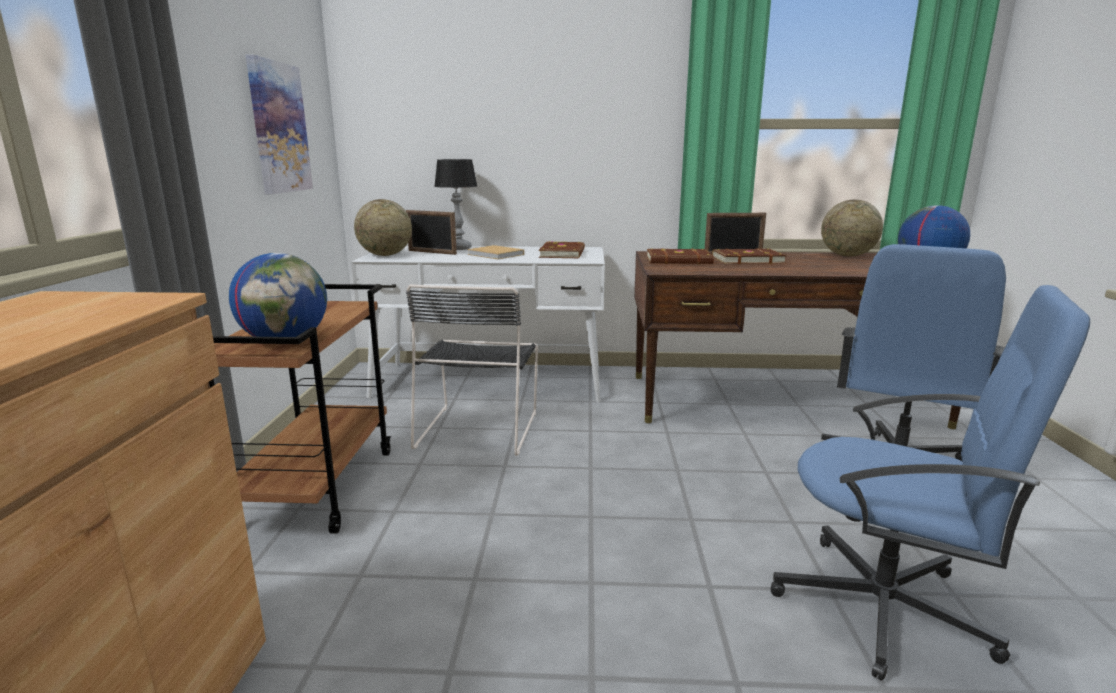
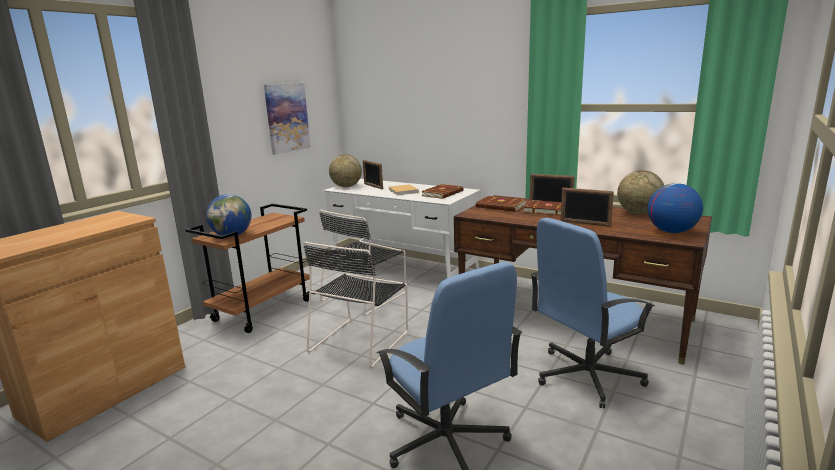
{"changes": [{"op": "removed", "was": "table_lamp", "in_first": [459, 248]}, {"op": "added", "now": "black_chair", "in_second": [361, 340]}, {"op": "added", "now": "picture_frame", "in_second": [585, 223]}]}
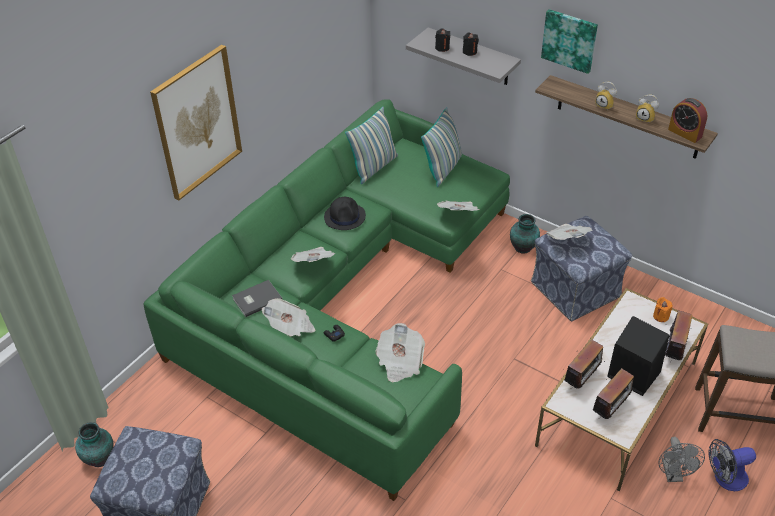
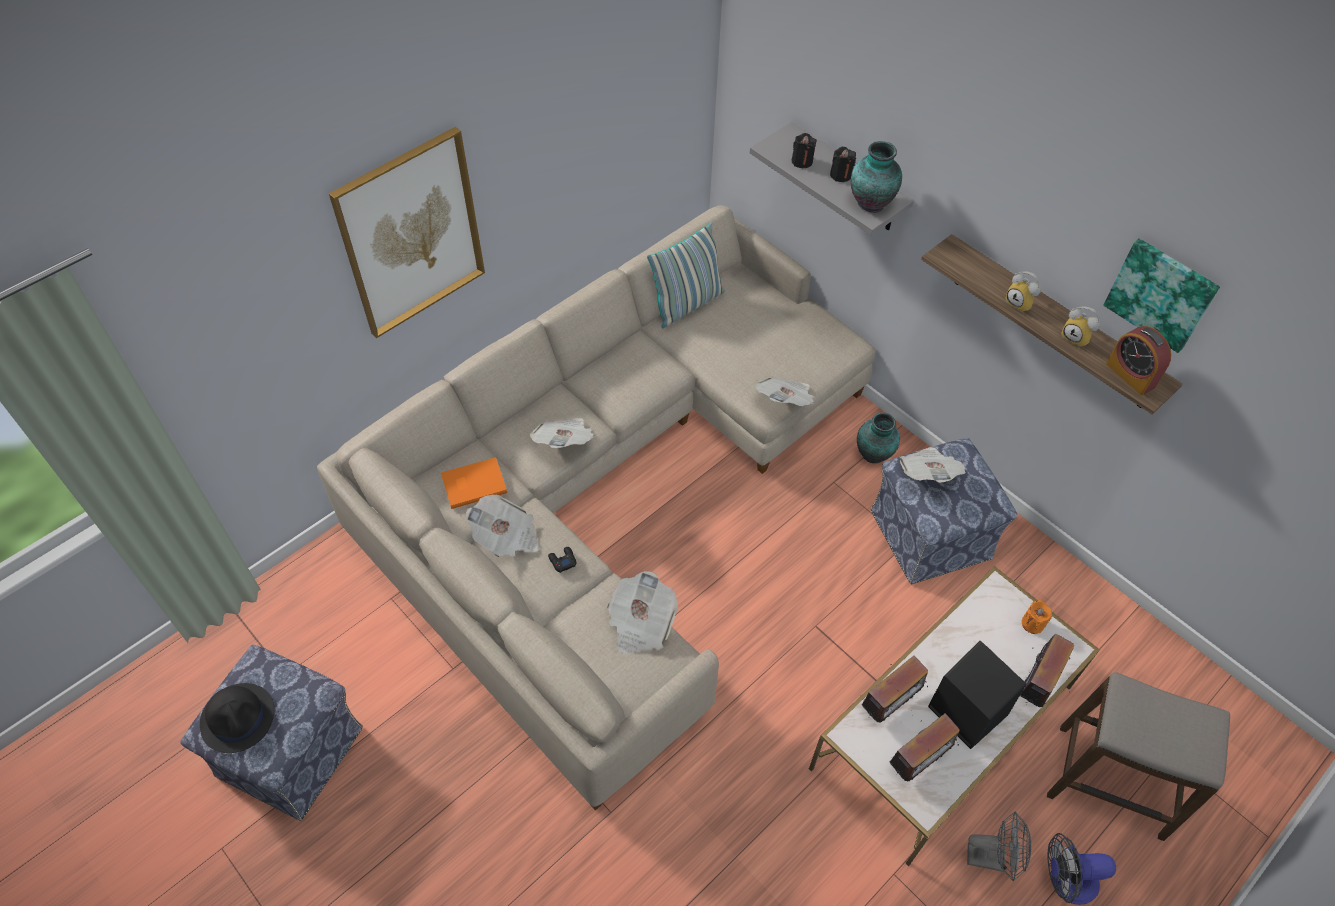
{"changes": [{"op": "removed", "was": "pillow", "in_first": [443, 169]}, {"op": "moved", "was": "vase", "in_first": [99, 458], "in_second": [871, 202]}, {"op": "moved", "was": "black_hat", "in_first": [345, 216], "in_second": [238, 718]}, {"op": "moved", "was": "picture", "in_first": [569, 40], "in_second": [1161, 294]}, {"op": "recoloured", "was": "green_sofa", "now": "beige_sofa", "in_first": [345, 299], "in_second": [609, 487]}, {"op": "recoloured", "was": "grey_book", "now": "orange_book", "in_first": [256, 299], "in_second": [473, 483]}, {"op": "turned", "was": "grey_fan", "in_first": [673, 475], "in_second": [992, 858], "clockwise": -90}]}
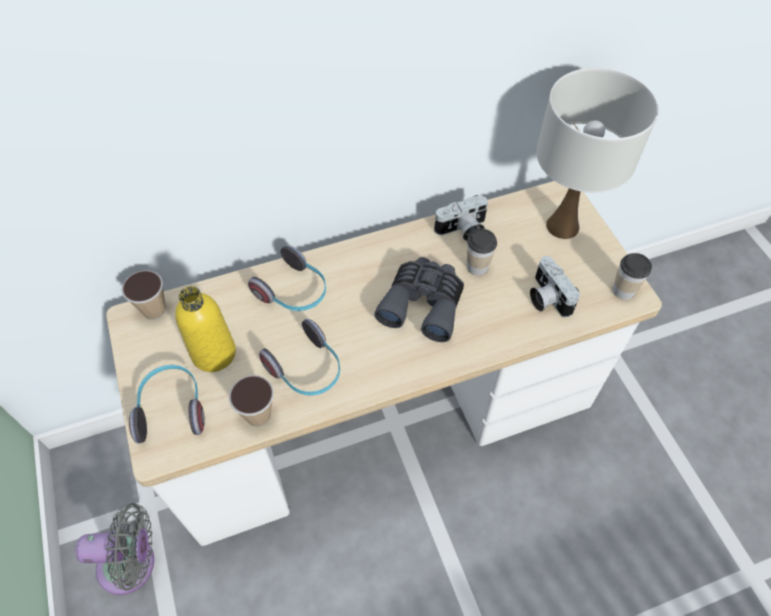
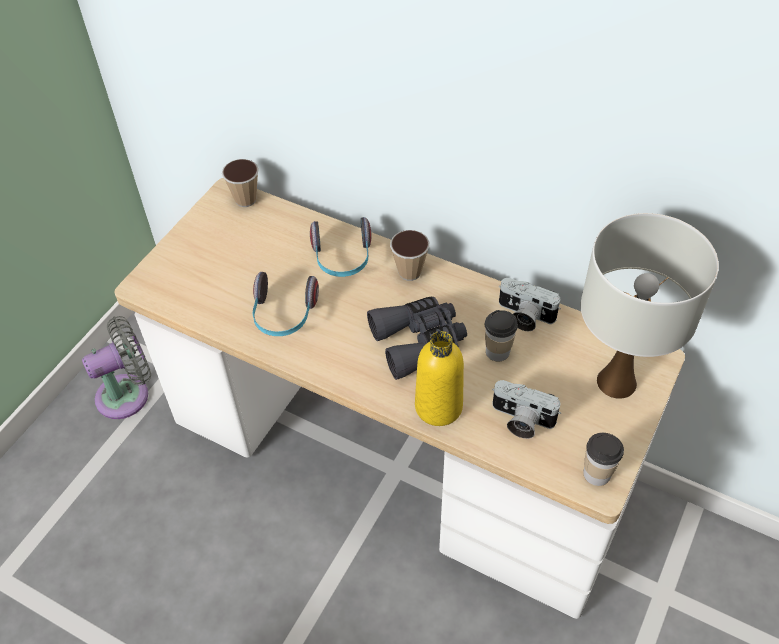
{"changes": [{"op": "removed", "was": "headphones", "in_first": [172, 408]}, {"op": "moved", "was": "yellow_bottle", "in_first": [214, 353], "in_second": [438, 407]}, {"op": "moved", "was": "cup", "in_first": [258, 415], "in_second": [409, 272]}, {"op": "turned", "was": "grey_fan", "in_first": [133, 564], "in_second": [128, 394], "clockwise": -75}, {"op": "turned", "was": "photo_camera", "in_first": [546, 297], "in_second": [521, 420], "clockwise": -90}]}
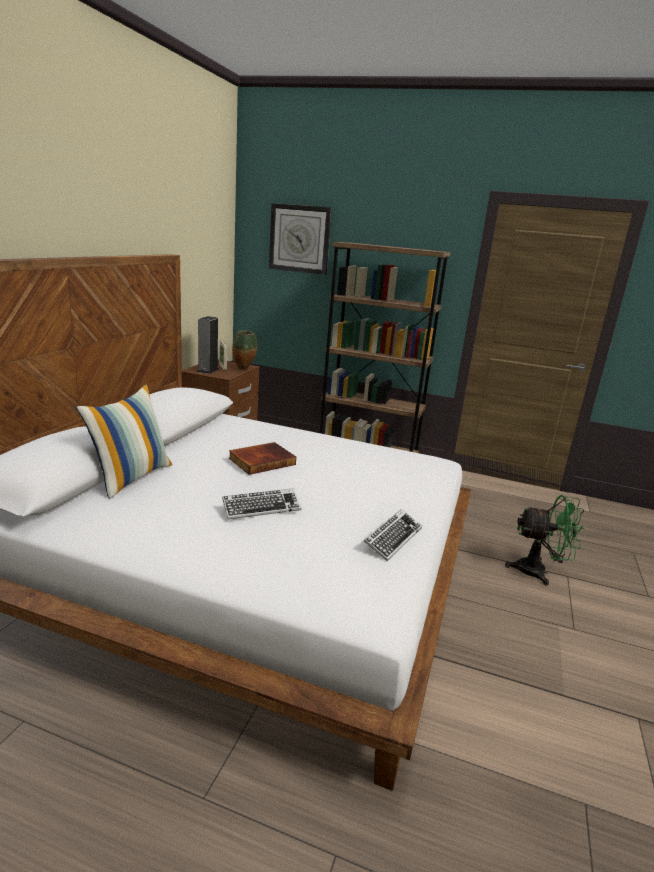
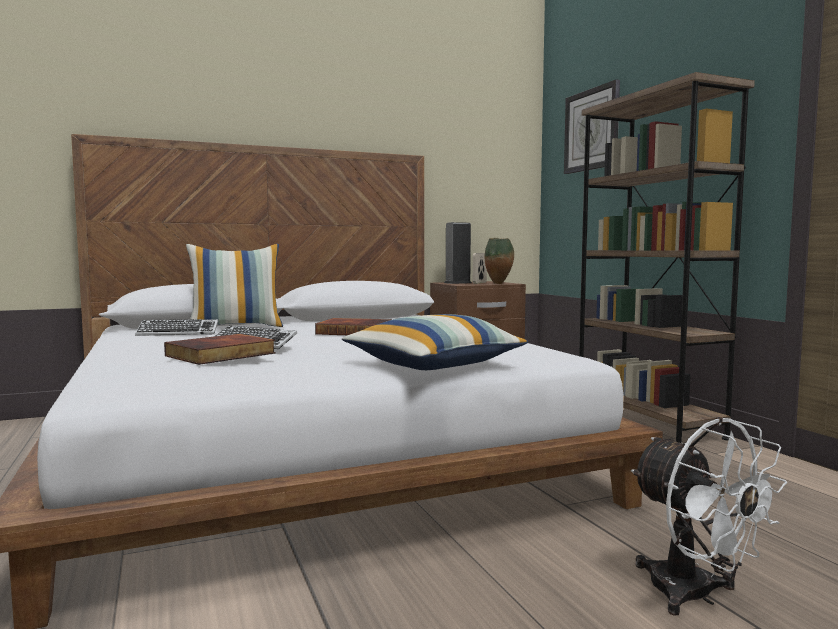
{"changes": [{"op": "added", "now": "book", "in_second": [221, 355]}, {"op": "added", "now": "pillow", "in_second": [433, 365]}, {"op": "moved", "was": "keyboard", "in_first": [393, 538], "in_second": [178, 333]}, {"op": "recoloured", "was": "green_fan", "now": "white_fan", "in_first": [539, 572], "in_second": [696, 596]}]}
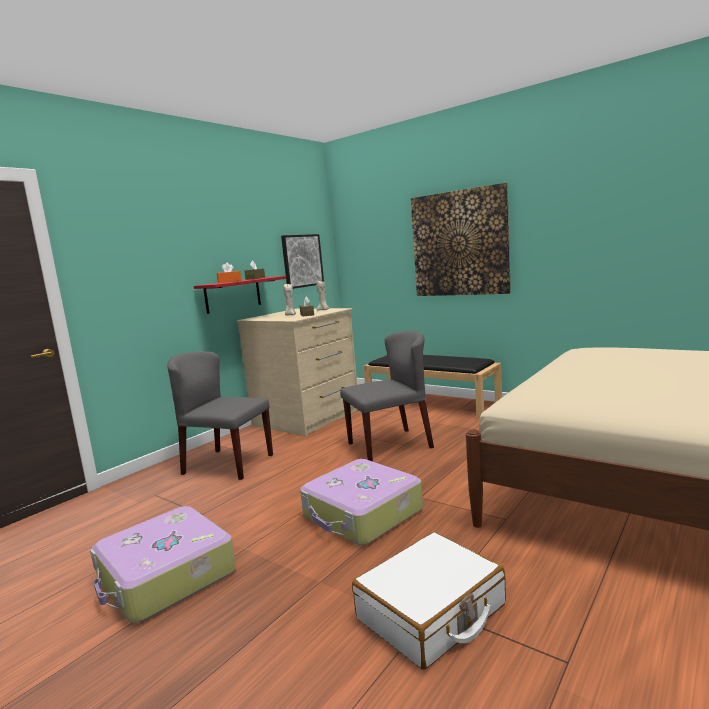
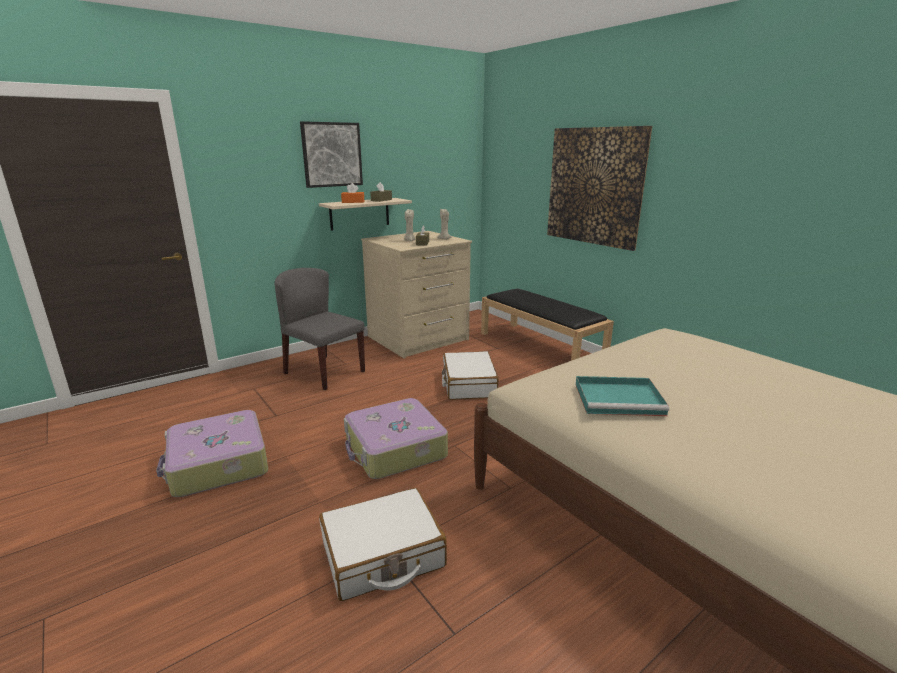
{"changes": [{"op": "added", "now": "turquoise_tray", "in_second": [620, 399]}, {"op": "moved", "was": "picture", "in_first": [302, 261], "in_second": [332, 154]}, {"op": "replaced", "was": "grey_chair", "now": "white_suitcase", "in_first": [390, 445], "in_second": [468, 384]}, {"op": "recoloured", "was": "red_shelf", "now": "beige_shelf", "in_first": [233, 295], "in_second": [359, 213]}]}
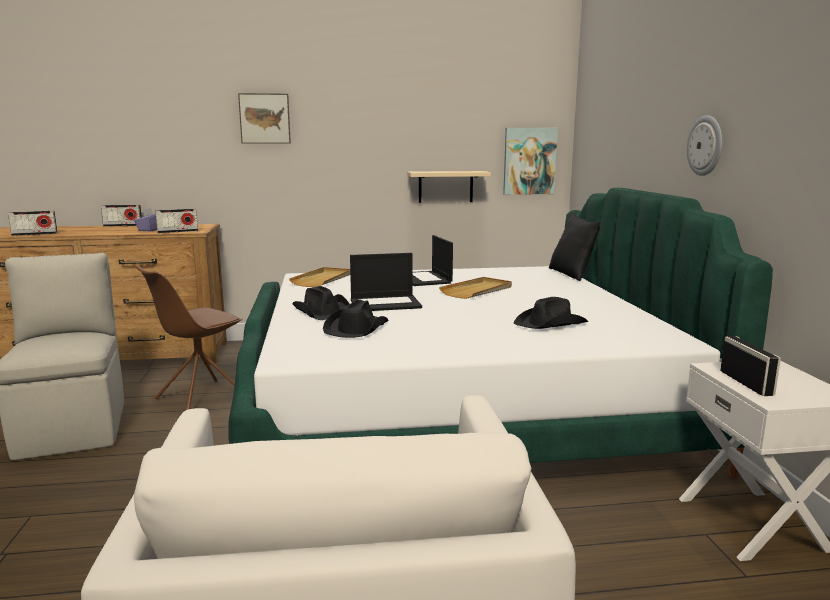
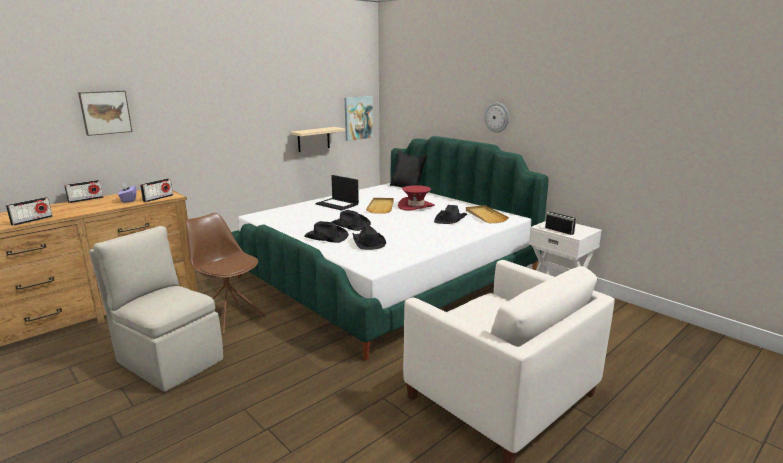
{"changes": [{"op": "added", "now": "red_hat", "in_second": [416, 206]}, {"op": "moved", "was": "picture", "in_first": [265, 118], "in_second": [105, 112]}, {"op": "moved", "was": "beige_tray", "in_first": [323, 279], "in_second": [485, 216]}, {"op": "replaced", "was": "laptop", "now": "black_hat", "in_first": [386, 303], "in_second": [350, 225]}, {"op": "turned", "was": "brown_chair", "in_first": [200, 399], "in_second": [229, 316], "clockwise": 120}]}
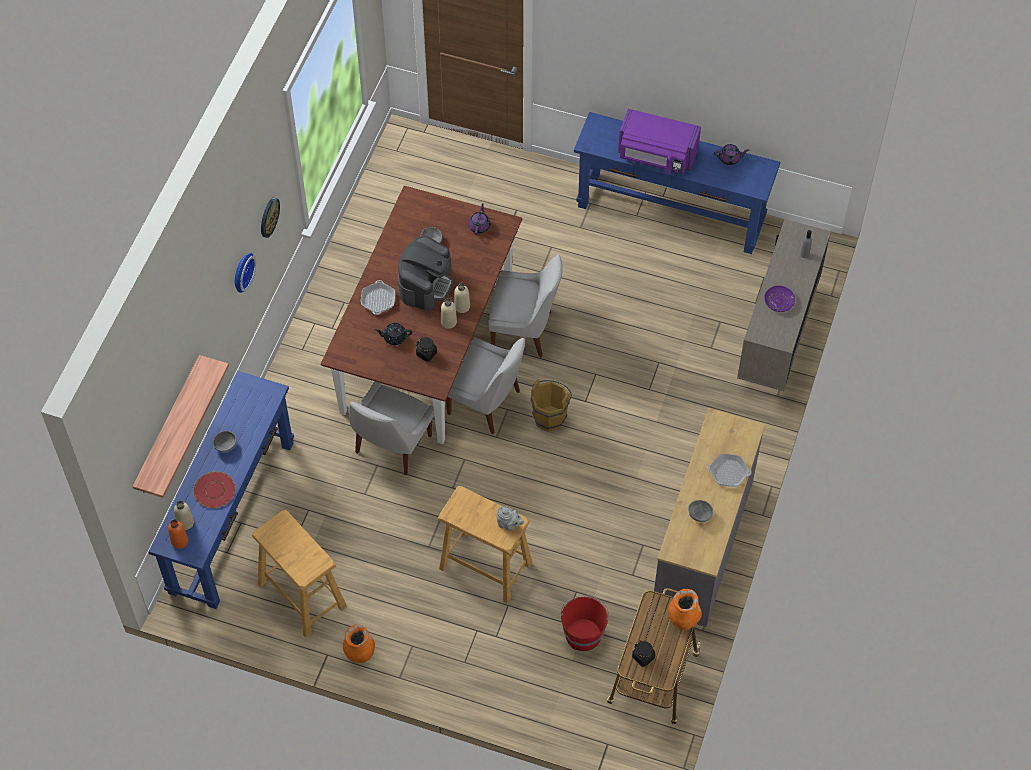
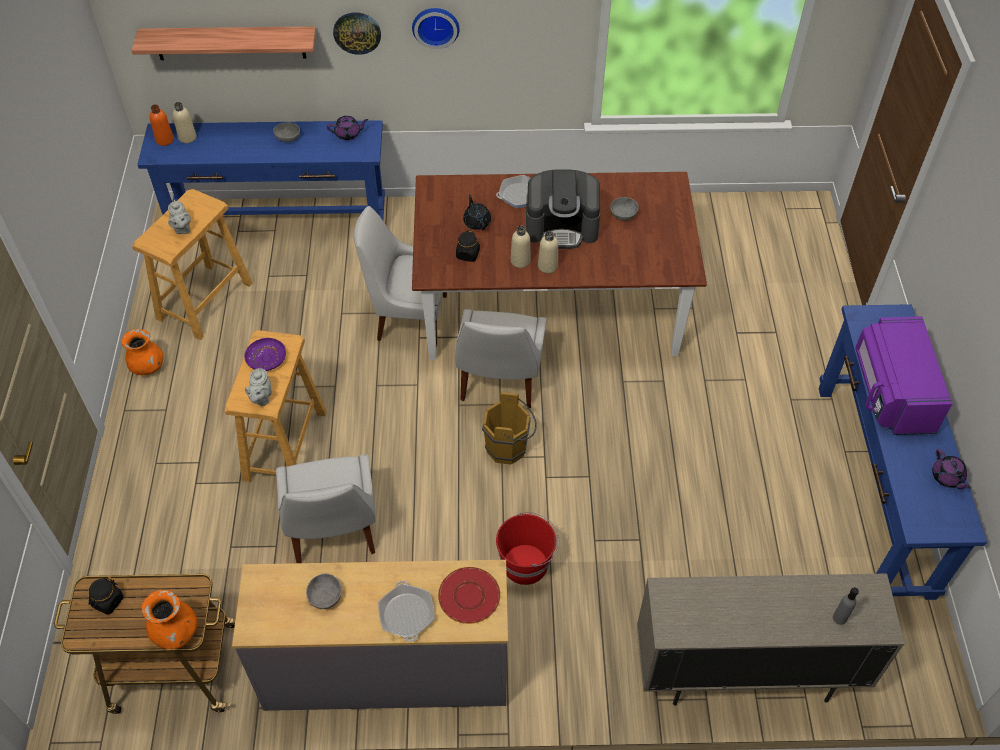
{"changes": [{"op": "added", "now": "grey_teapot", "in_second": [182, 229]}, {"op": "moved", "was": "red_plate", "in_first": [215, 490], "in_second": [469, 596]}, {"op": "moved", "was": "wall_clock", "in_first": [269, 217], "in_second": [357, 32]}, {"op": "moved", "was": "purple_teapot", "in_first": [479, 226], "in_second": [348, 134]}, {"op": "moved", "was": "white_chair", "in_first": [524, 331], "in_second": [333, 533]}, {"op": "moved", "was": "red_bucket", "in_first": [583, 634], "in_second": [526, 563]}, {"op": "moved", "was": "purple_plate", "in_first": [779, 301], "in_second": [266, 358]}]}
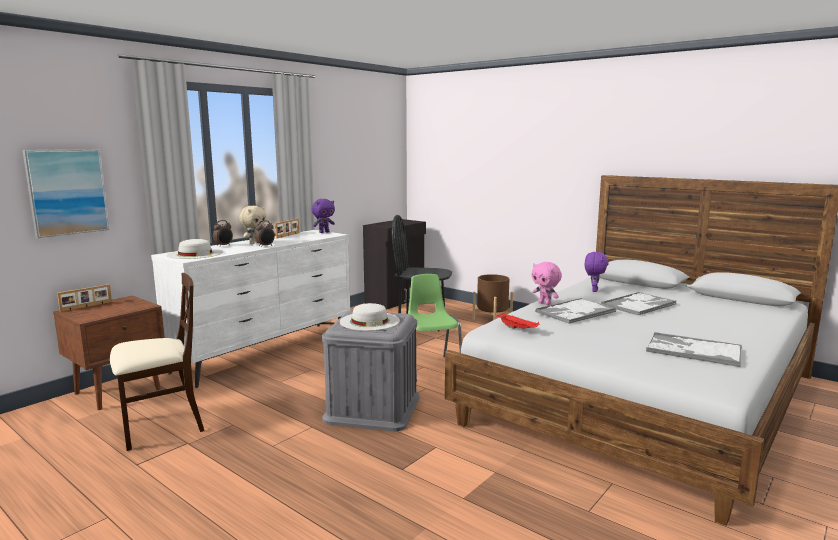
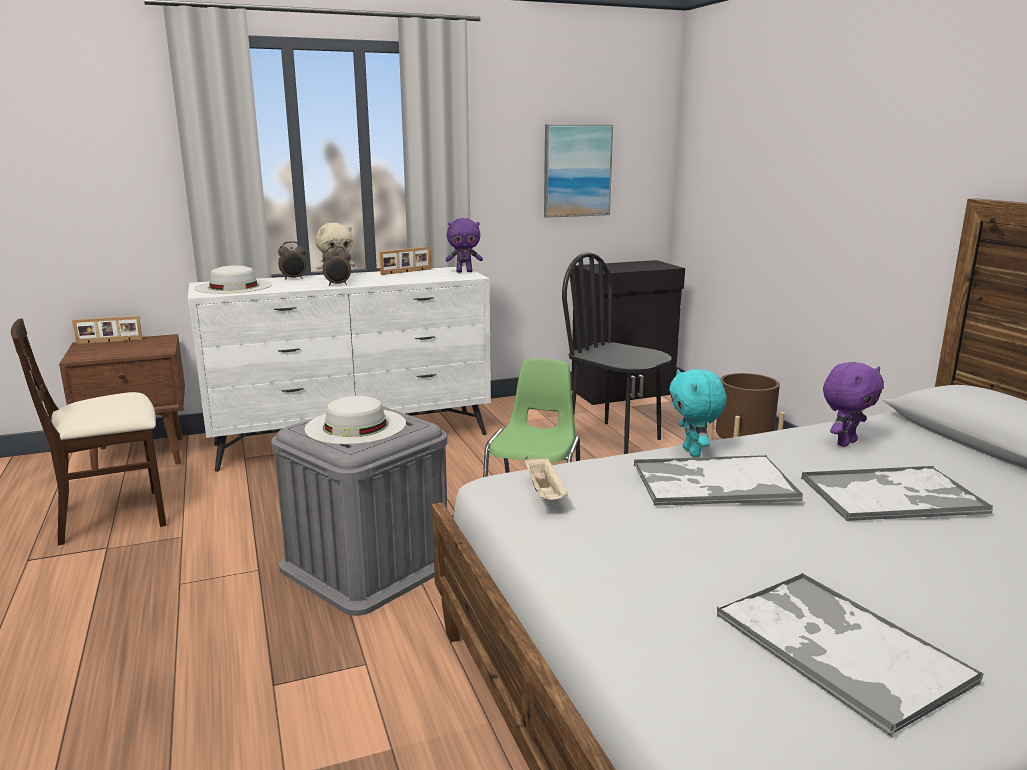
{"changes": [{"op": "moved", "was": "picture", "in_first": [67, 192], "in_second": [577, 170]}, {"op": "recoloured", "was": "red_tray", "now": "beige_tray", "in_first": [518, 328], "in_second": [545, 493]}, {"op": "recoloured", "was": "pink_plush_toy", "now": "turquoise_plush_toy", "in_first": [545, 304], "in_second": [693, 452]}, {"op": "turned", "was": "beige_chair", "in_first": [161, 427], "in_second": [113, 516], "clockwise": 150}]}
